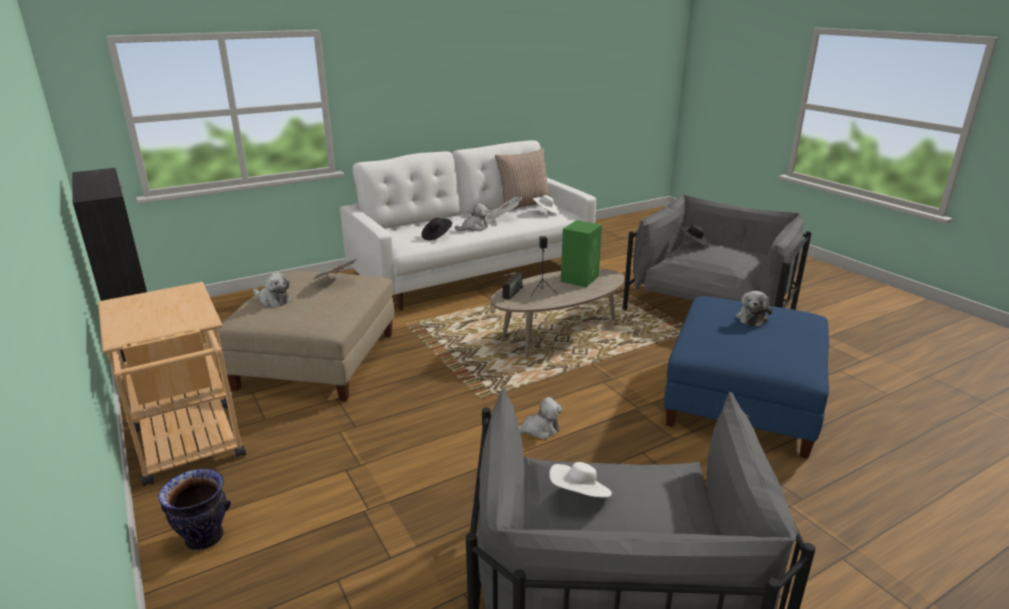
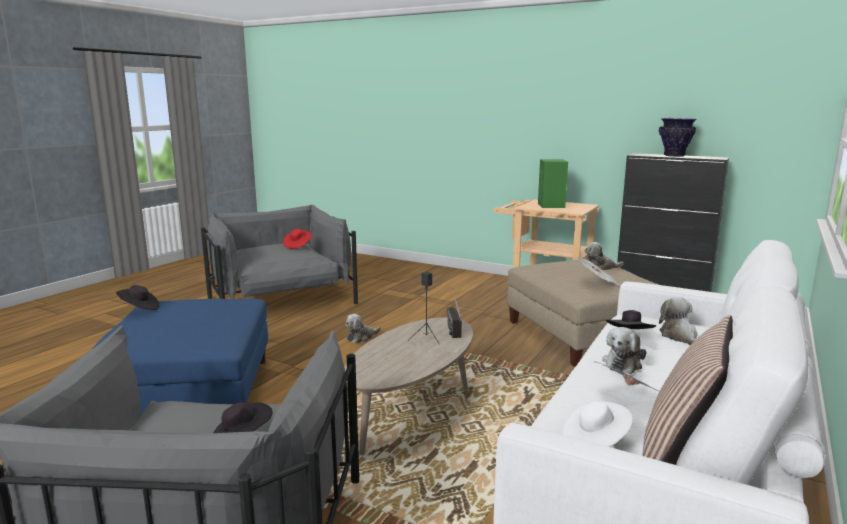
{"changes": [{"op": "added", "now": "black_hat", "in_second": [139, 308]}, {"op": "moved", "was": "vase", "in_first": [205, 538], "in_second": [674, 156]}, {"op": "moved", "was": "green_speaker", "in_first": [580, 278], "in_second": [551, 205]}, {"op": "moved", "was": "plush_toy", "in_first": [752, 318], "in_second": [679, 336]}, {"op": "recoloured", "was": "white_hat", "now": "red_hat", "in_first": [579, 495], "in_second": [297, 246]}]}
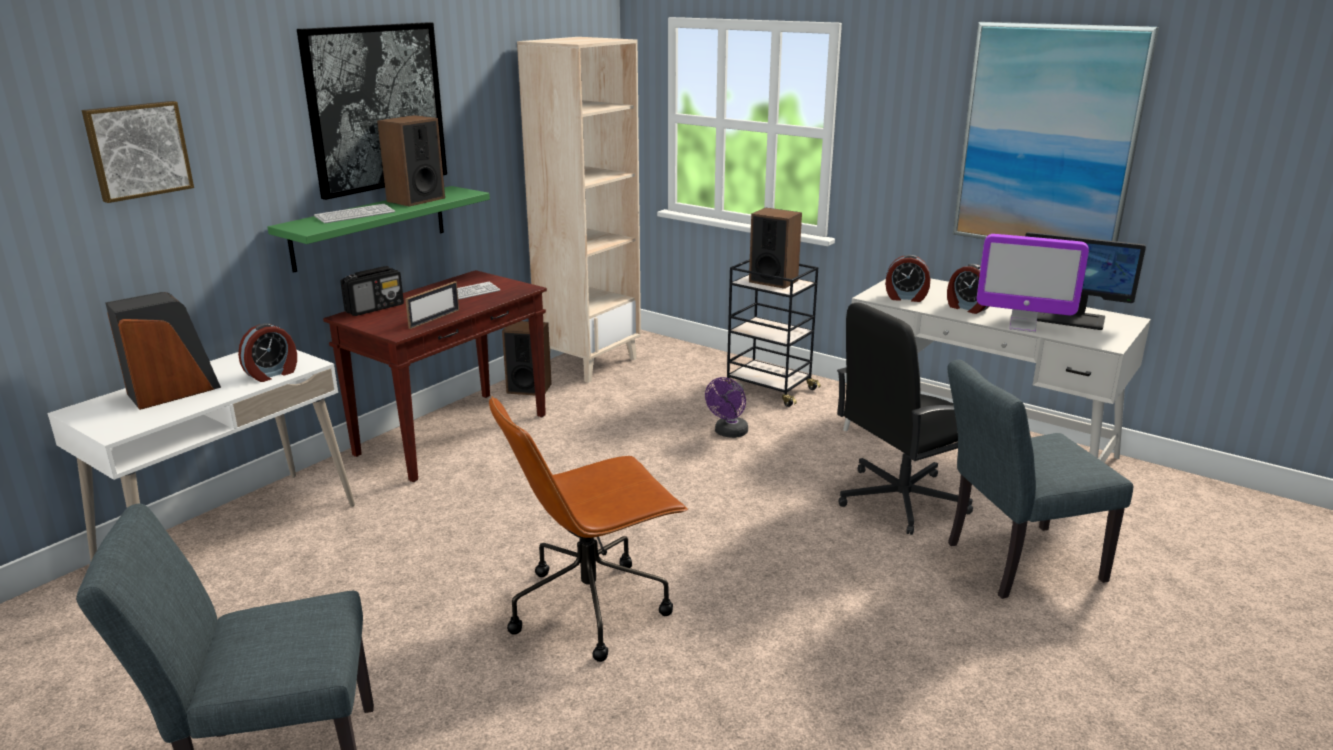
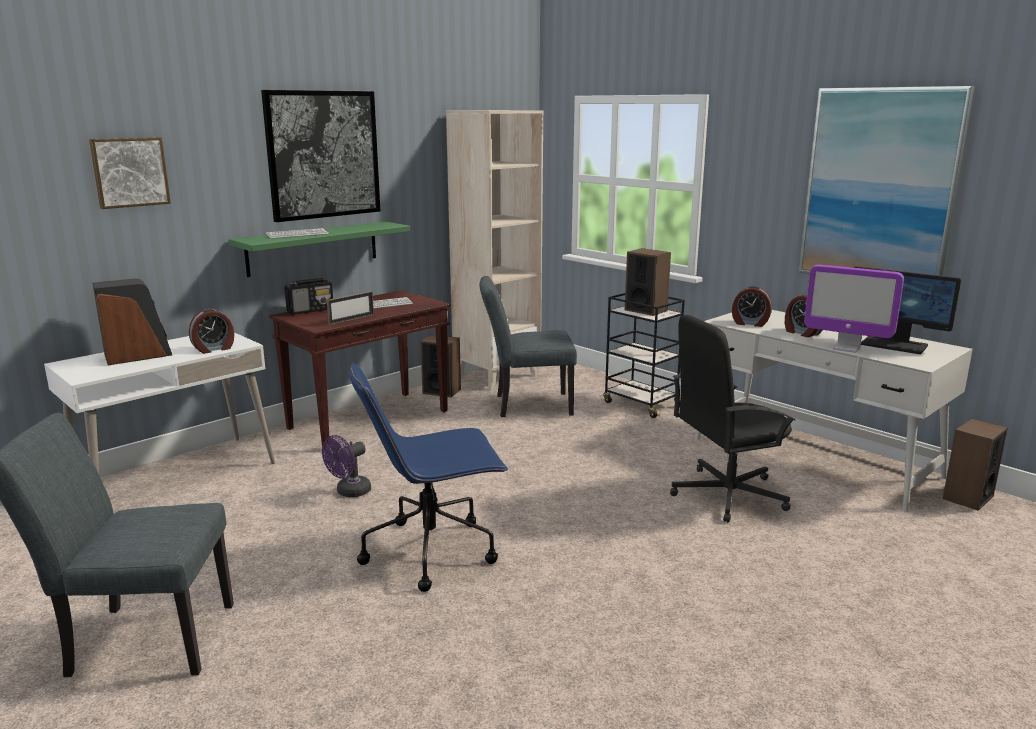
{"changes": [{"op": "moved", "was": "speaker", "in_first": [415, 200], "in_second": [967, 497]}, {"op": "moved", "was": "purple_fan", "in_first": [729, 433], "in_second": [349, 492]}, {"op": "moved", "was": "grey_chair", "in_first": [1013, 563], "in_second": [526, 405]}, {"op": "recoloured", "was": "brown_office_chair", "now": "blue_office_chair", "in_first": [592, 606], "in_second": [432, 551]}]}
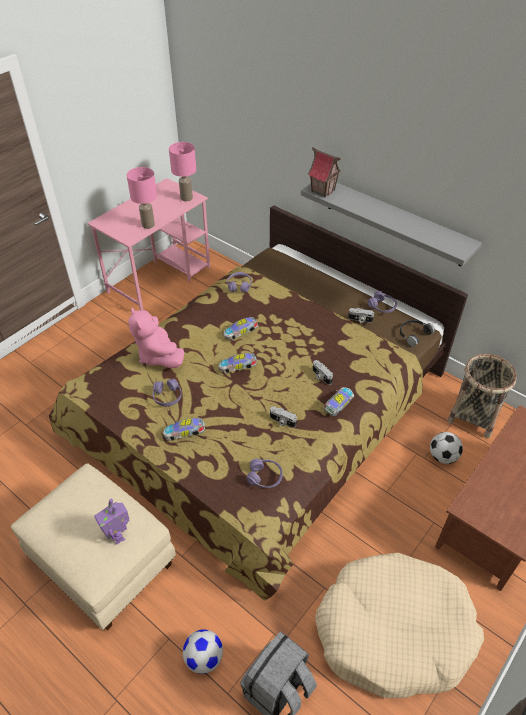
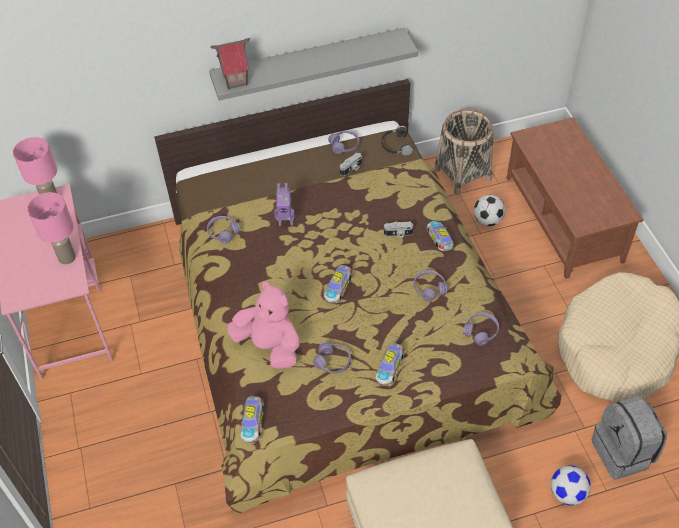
{"changes": [{"op": "moved", "was": "toy_robot", "in_first": [118, 535], "in_second": [285, 221]}, {"op": "moved", "was": "toy_car", "in_first": [241, 332], "in_second": [253, 422]}, {"op": "replaced", "was": "photo_camera", "now": "purple_headphones", "in_first": [282, 421], "in_second": [429, 288]}, {"op": "turned", "was": "pink_plush_toy", "in_first": [158, 356], "in_second": [269, 346], "clockwise": -150}]}
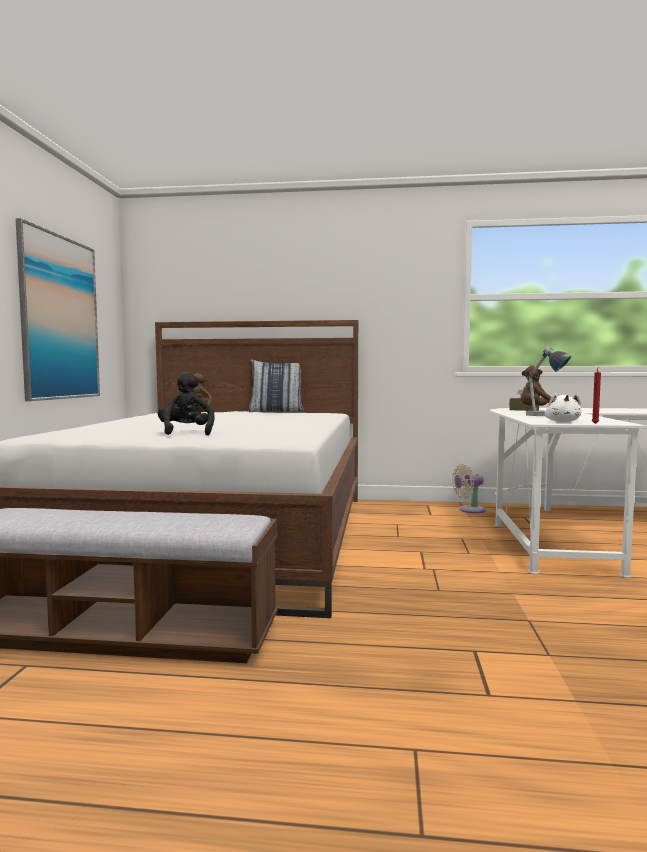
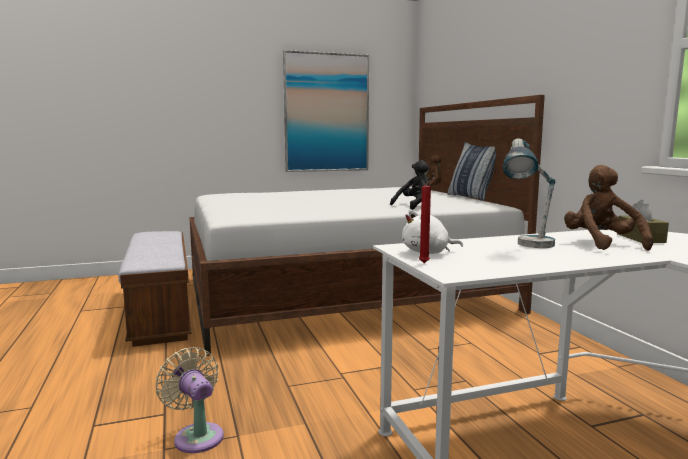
{"changes": [{"op": "moved", "was": "black_plush_toy", "in_first": [186, 433], "in_second": [414, 206]}, {"op": "moved", "was": "beige_fan", "in_first": [469, 510], "in_second": [197, 435]}]}
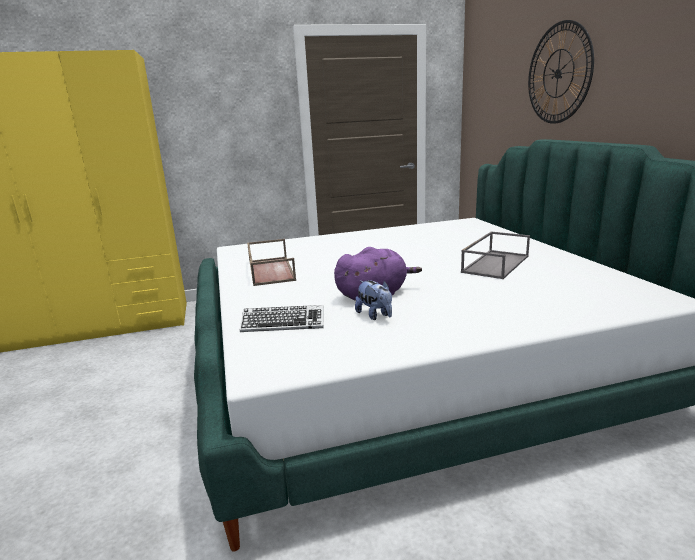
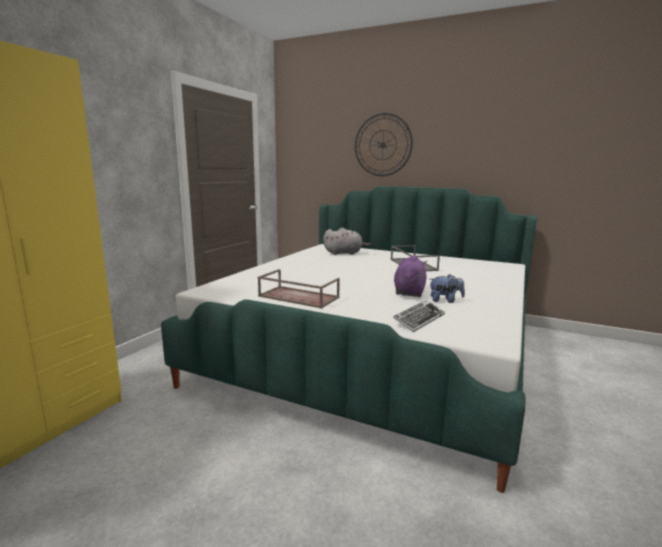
{"changes": [{"op": "added", "now": "grey_plush_toy", "in_second": [344, 253]}]}
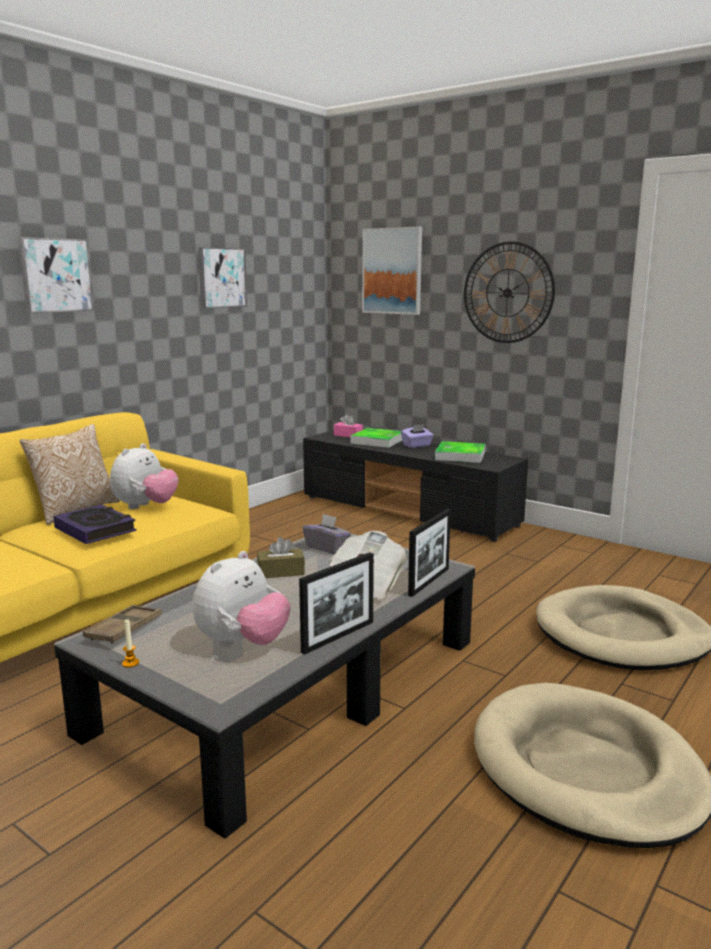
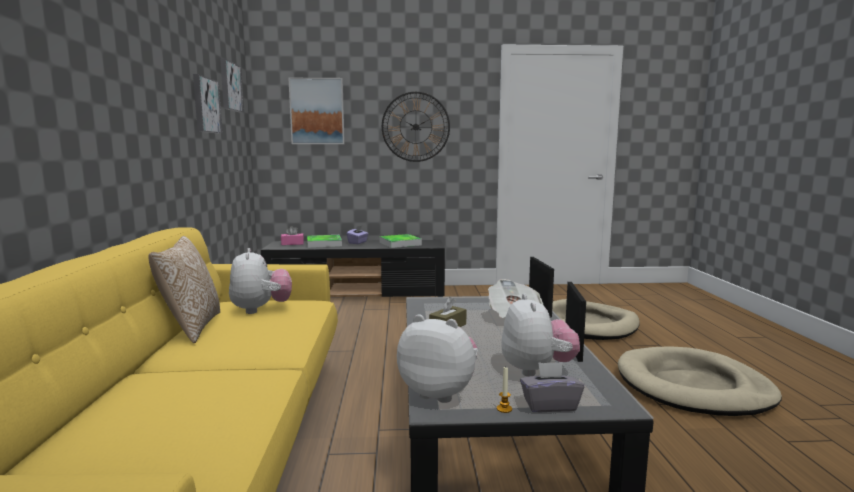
{"changes": [{"op": "removed", "was": "book", "in_first": [95, 529]}, {"op": "moved", "was": "picture", "in_first": [55, 275], "in_second": [230, 86]}, {"op": "moved", "was": "grey_tissue_box", "in_first": [327, 548], "in_second": [549, 405]}, {"op": "replaced", "was": "brown_tray", "now": "plush_toy", "in_first": [124, 629], "in_second": [439, 392]}]}
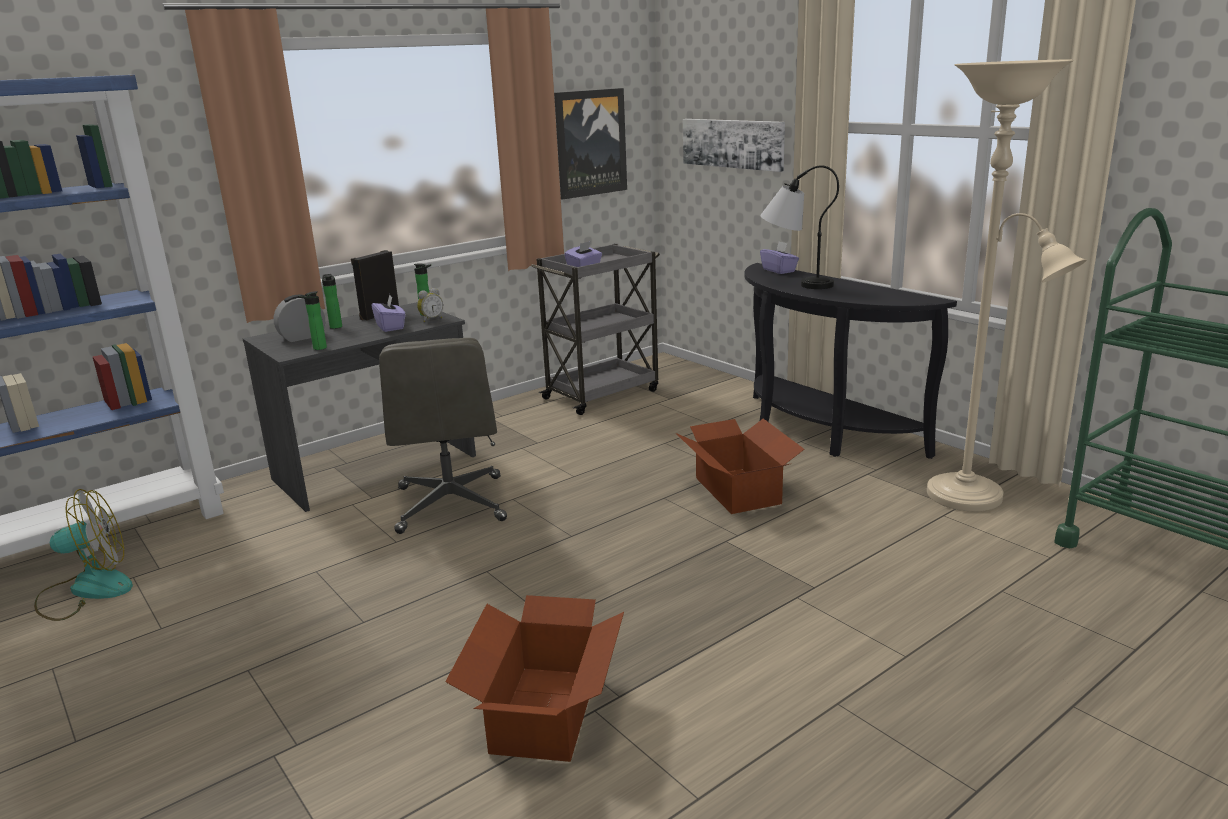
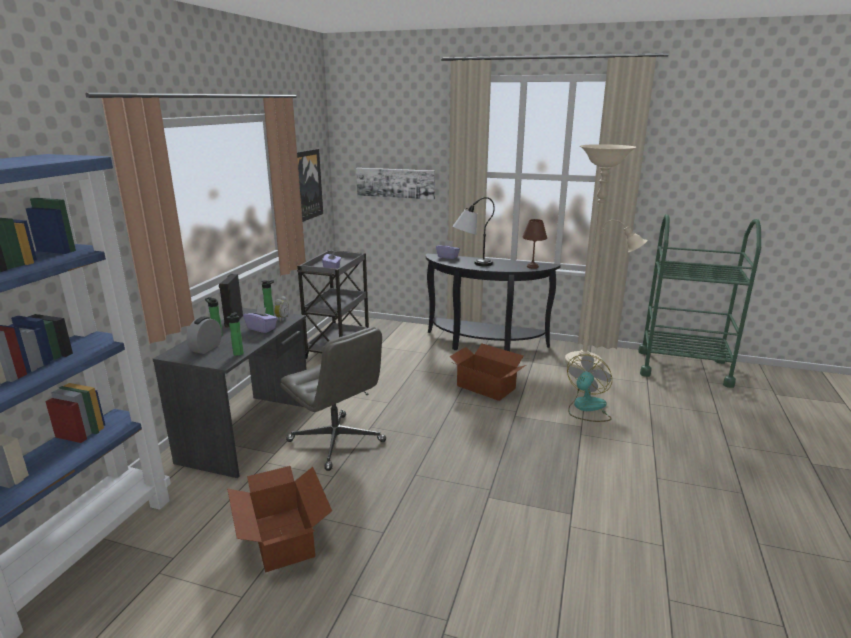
{"changes": [{"op": "added", "now": "brown_table_lamp", "in_second": [532, 267]}, {"op": "moved", "was": "fan", "in_first": [86, 590], "in_second": [586, 408]}, {"op": "moved", "was": "cardboard_box", "in_first": [543, 713], "in_second": [282, 539]}]}
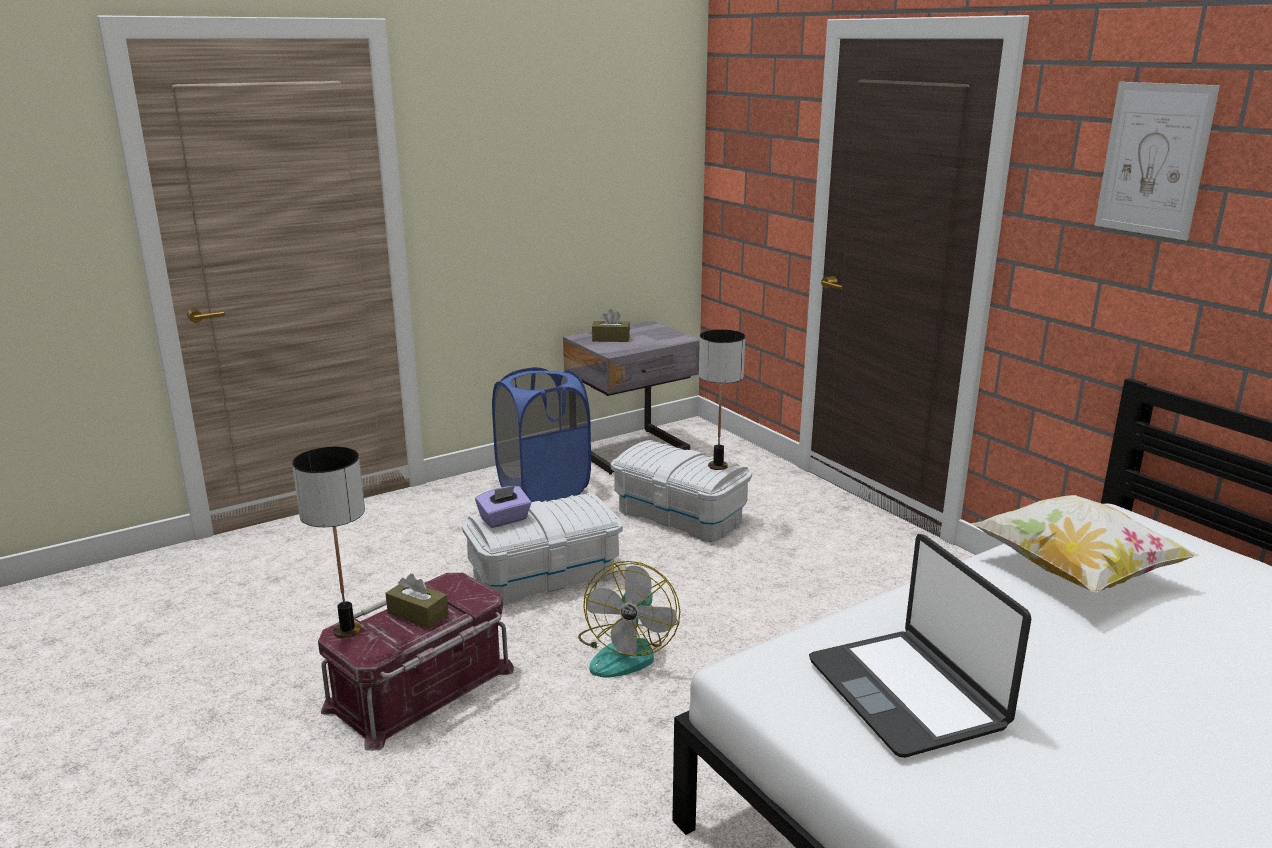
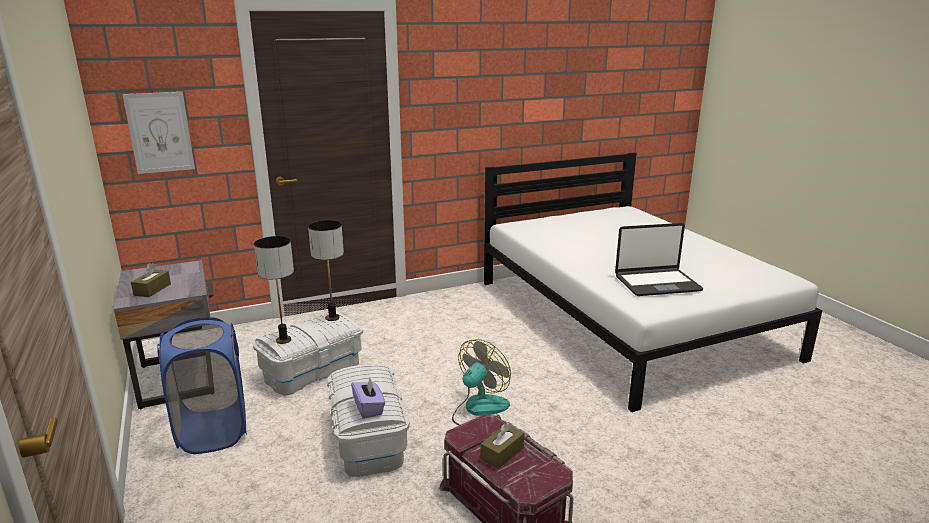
{"changes": [{"op": "removed", "was": "pillow", "in_first": [1075, 573]}, {"op": "moved", "was": "table_lamp", "in_first": [346, 631], "in_second": [284, 340]}, {"op": "moved", "was": "picture", "in_first": [1153, 160], "in_second": [160, 132]}, {"op": "turned", "was": "fan", "in_first": [626, 651], "in_second": [480, 411], "clockwise": -75}]}
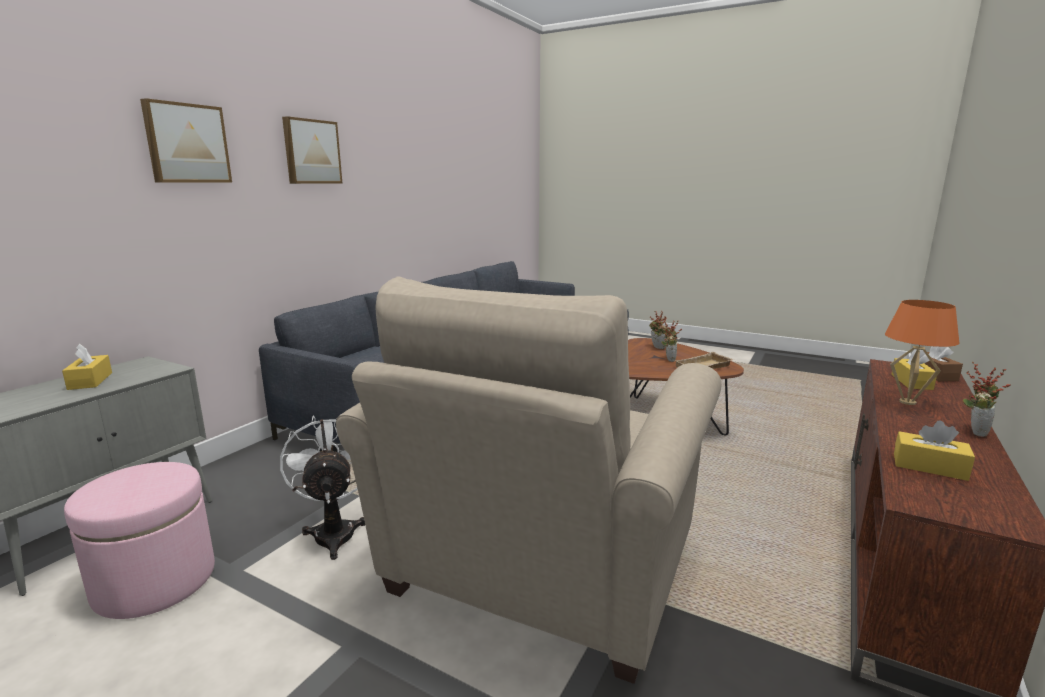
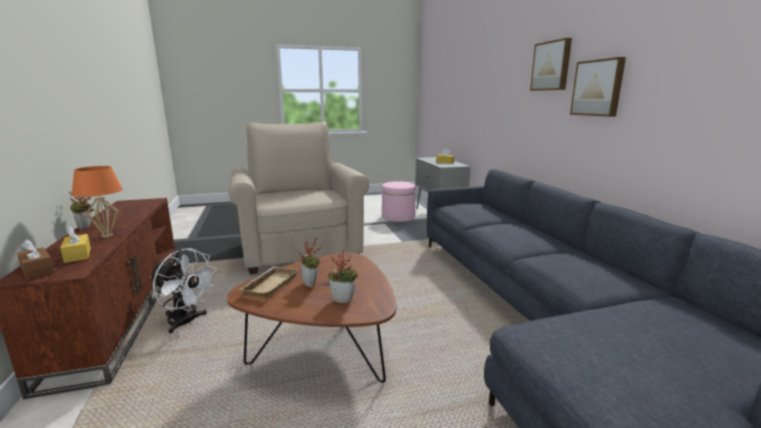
{"changes": [{"op": "removed", "was": "yellow_tissue_box", "in_first": [929, 466]}, {"op": "moved", "was": "picture", "in_first": [186, 143], "in_second": [598, 88]}, {"op": "moved", "was": "white_fan", "in_first": [334, 531], "in_second": [186, 322]}]}
